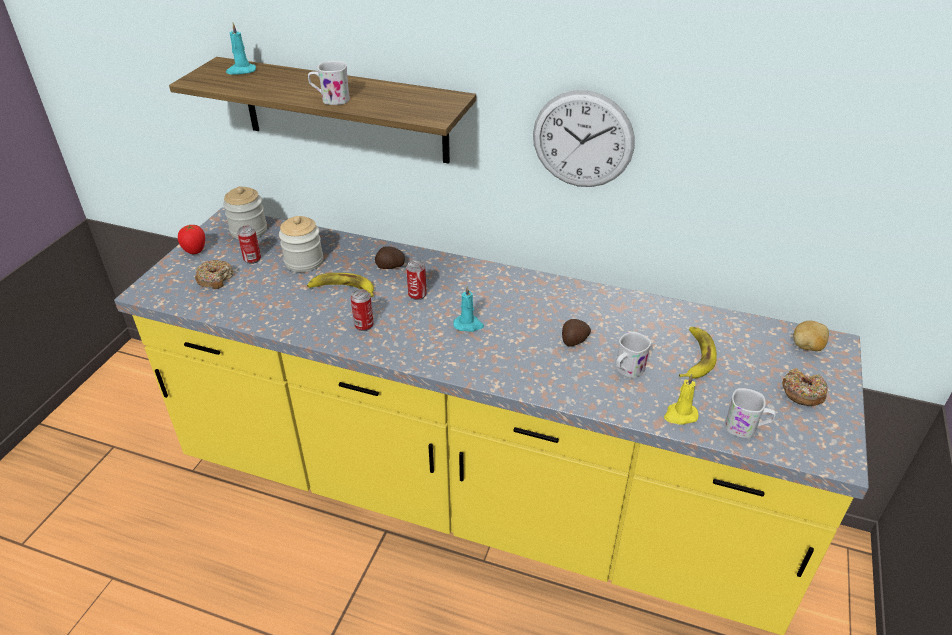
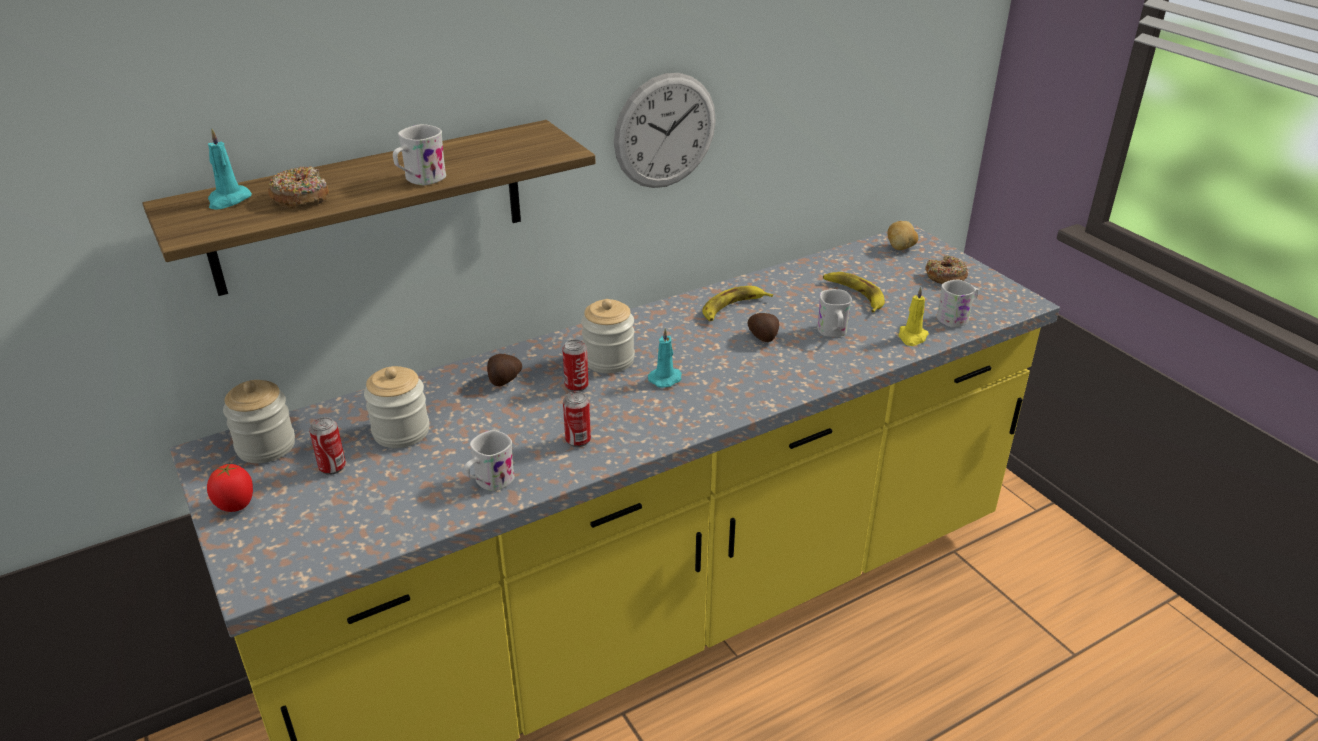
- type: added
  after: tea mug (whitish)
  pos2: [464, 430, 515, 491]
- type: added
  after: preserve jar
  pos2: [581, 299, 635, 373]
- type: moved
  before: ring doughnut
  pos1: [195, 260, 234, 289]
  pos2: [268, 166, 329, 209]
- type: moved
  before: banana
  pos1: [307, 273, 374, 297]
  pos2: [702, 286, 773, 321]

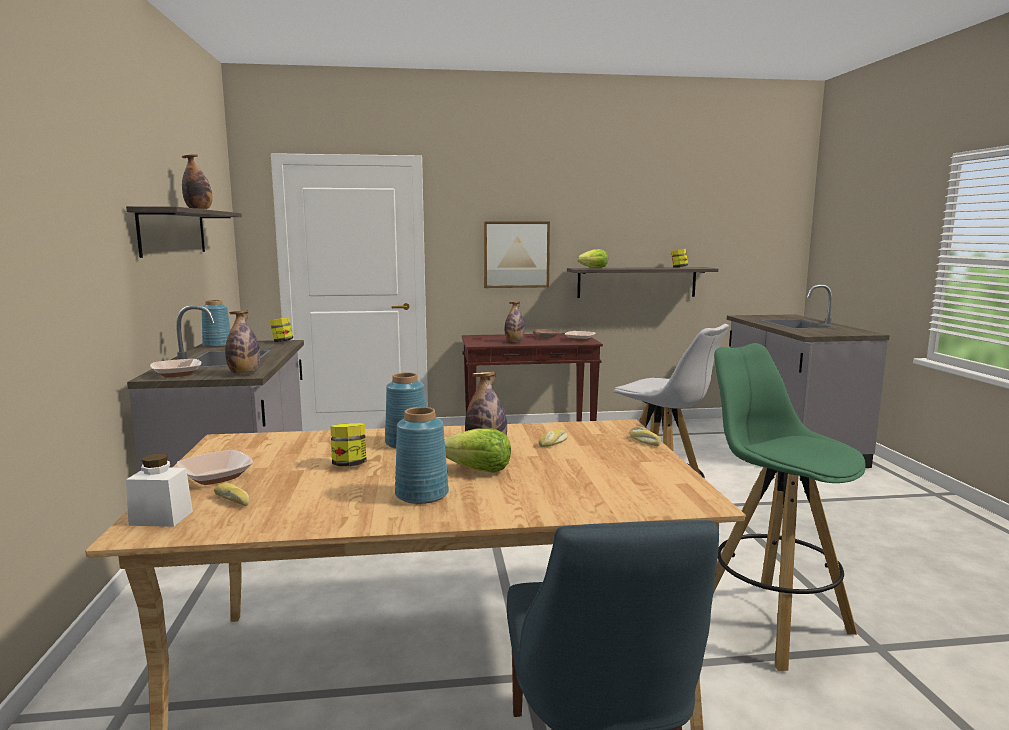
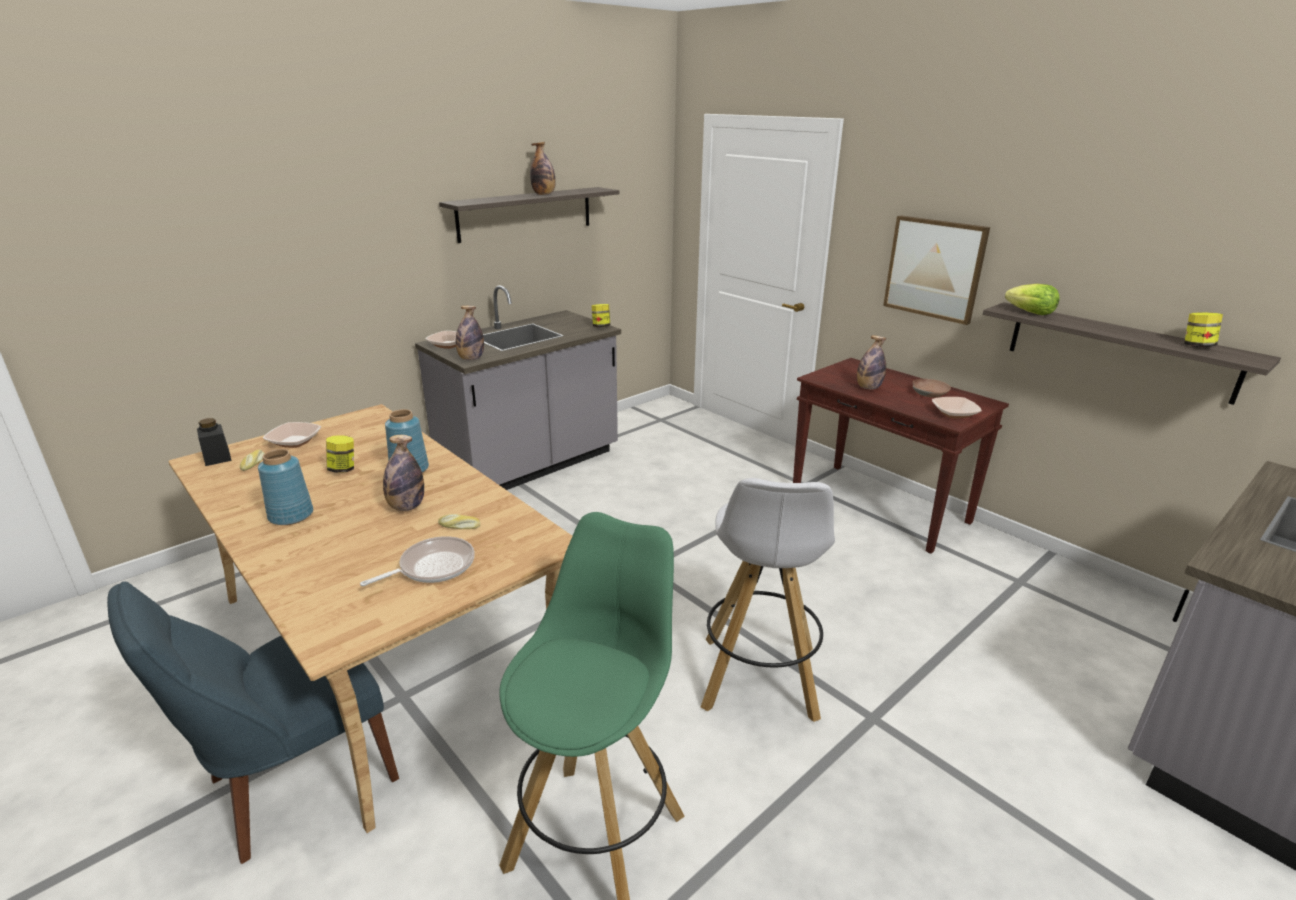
- type: removed
  before: flower vase (blue-coloured)
  pos1: [202, 300, 231, 348]
- type: removed
  before: lettuce head
  pos1: [445, 428, 511, 473]
- type: removed
  before: bread
  pos1: [629, 427, 661, 446]
- type: added
  after: frying pan
  pos2: [360, 536, 475, 586]
- type: recoloured
  before: preserve jar (whitish)
  after: preserve jar (blackish)
  pos1: [126, 453, 193, 527]
  pos2: [197, 418, 232, 466]

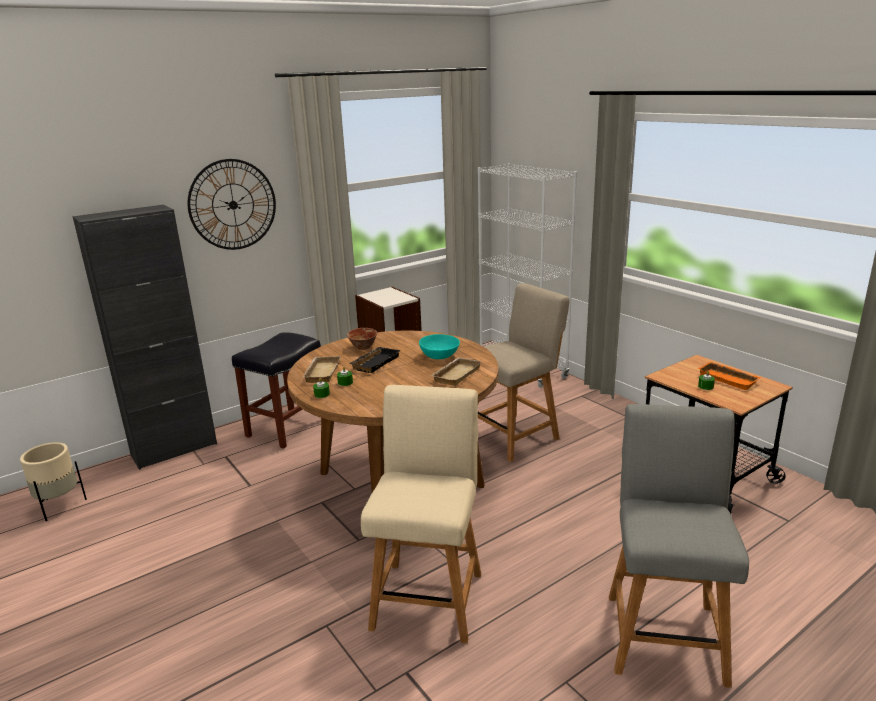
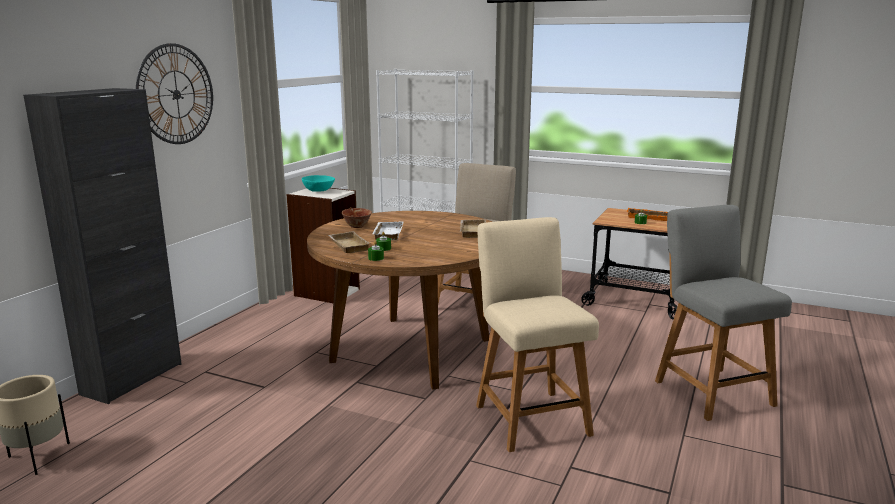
- type: removed
  before: stool seat (blackish)
  pos1: [232, 332, 321, 449]
- type: moved
  before: serving bowl (blue-green)
  pos1: [419, 334, 460, 359]
  pos2: [302, 175, 335, 192]
- type: recoloured
  before: carrying tray (blackish)
  after: carrying tray (whitish)
  pos1: [349, 347, 401, 373]
  pos2: [373, 221, 404, 240]

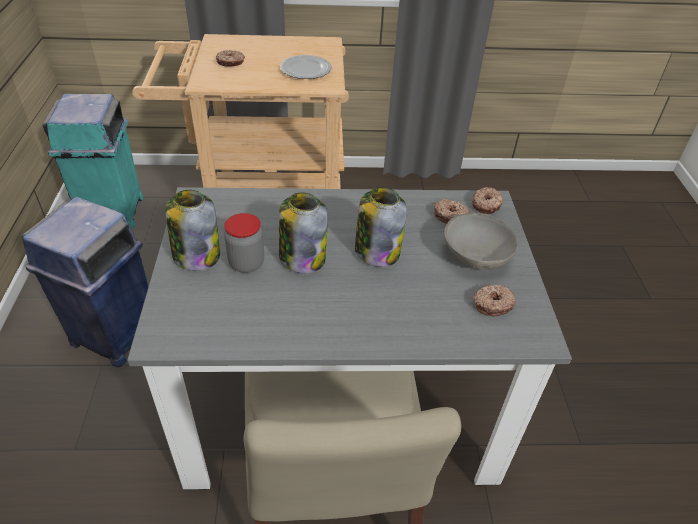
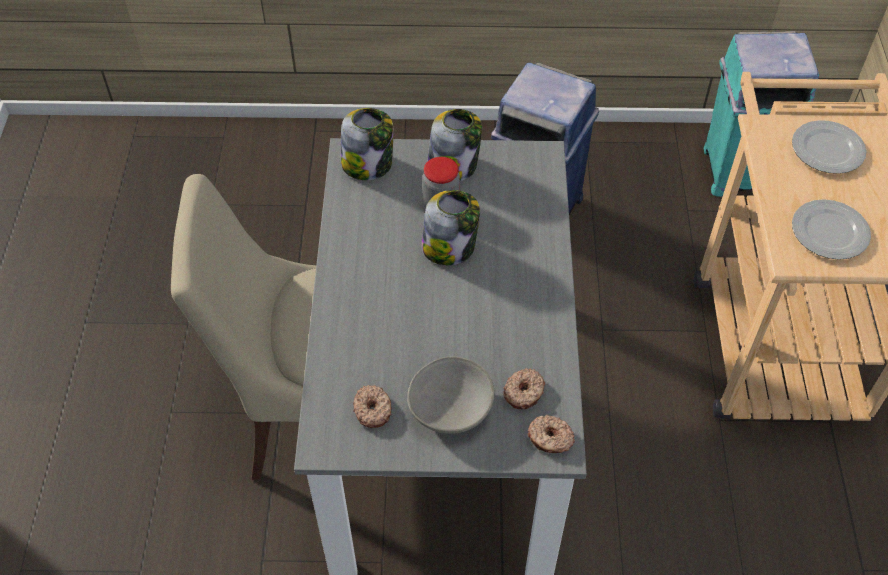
- type: moved
  before: preserve jar
  pos1: [355, 187, 407, 267]
  pos2: [341, 108, 394, 180]
- type: replaced
  before: ring doughnut
  after: flat dish
  pos1: [216, 50, 245, 67]
  pos2: [792, 120, 867, 174]

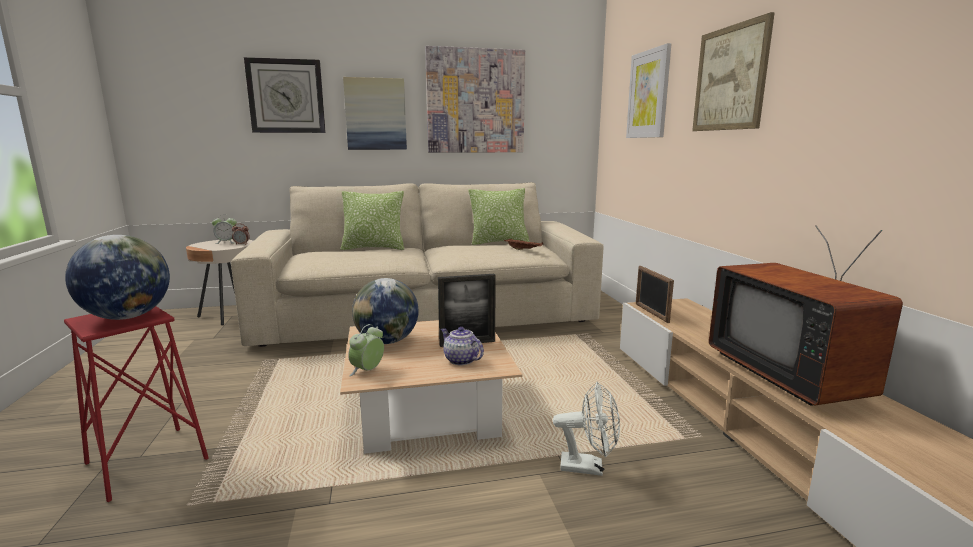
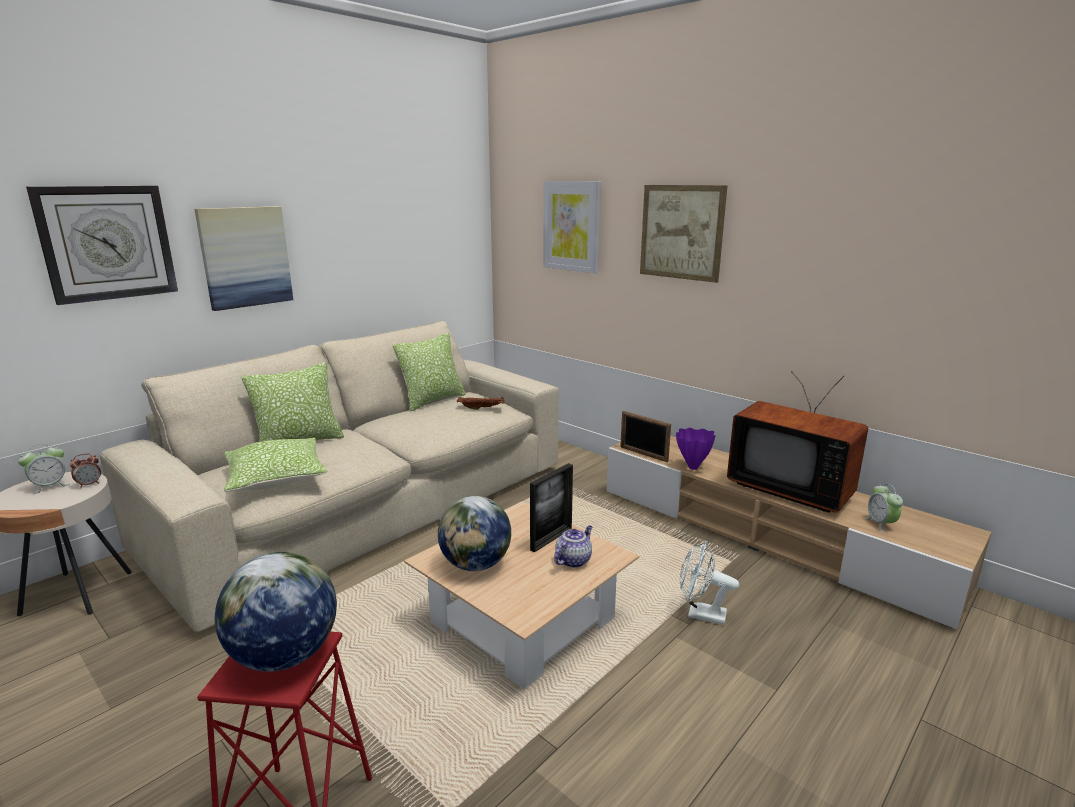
- type: removed
  before: wall art
  pos1: [425, 46, 525, 153]
- type: added
  after: throw pillow
  pos2: [224, 438, 327, 492]
- type: added
  after: flower vase (purple)
  pos2: [676, 428, 715, 470]
- type: moved
  before: table clock
  pos1: [348, 324, 384, 376]
  pos2: [865, 484, 903, 532]
- type: turned
  before: teapot
  pos1: [441, 327, 484, 365]
  pos2: [554, 526, 592, 568]
  turn: 120
- type: turned
  before: cooling fan (whitish)
  pos1: [553, 382, 620, 476]
  pos2: [680, 541, 739, 625]
  turn: -135

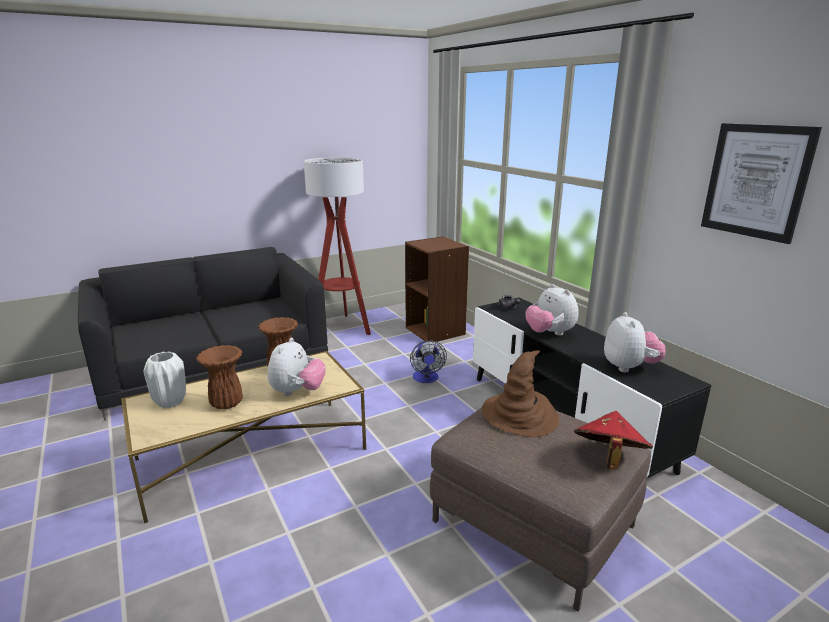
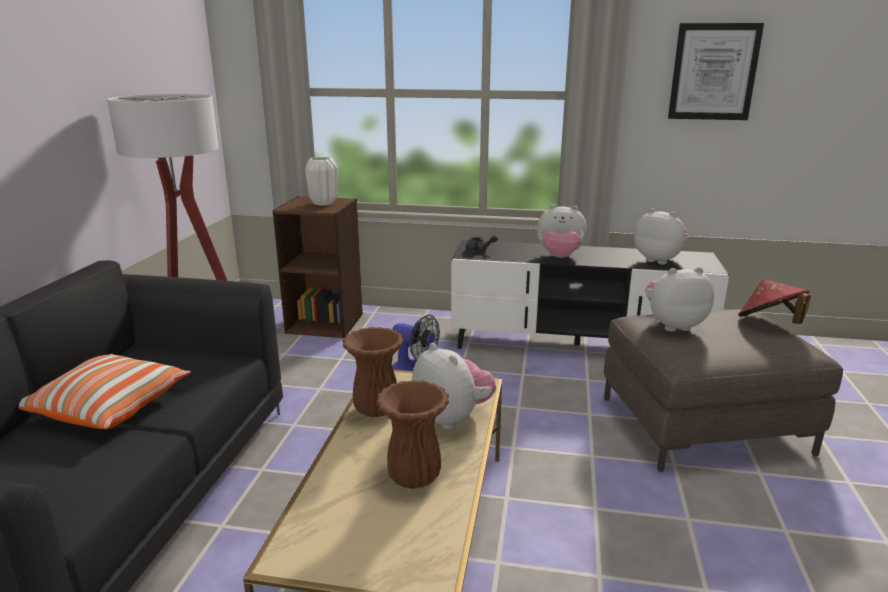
- type: added
  after: throw pillow
  pos2: [19, 354, 191, 429]
- type: moved
  before: flower vase (whitish)
  pos1: [143, 352, 186, 408]
  pos2: [305, 157, 338, 206]
- type: replaced
  before: clothing hat (brown)
  after: plush toy
  pos1: [481, 350, 559, 437]
  pos2: [646, 267, 714, 332]

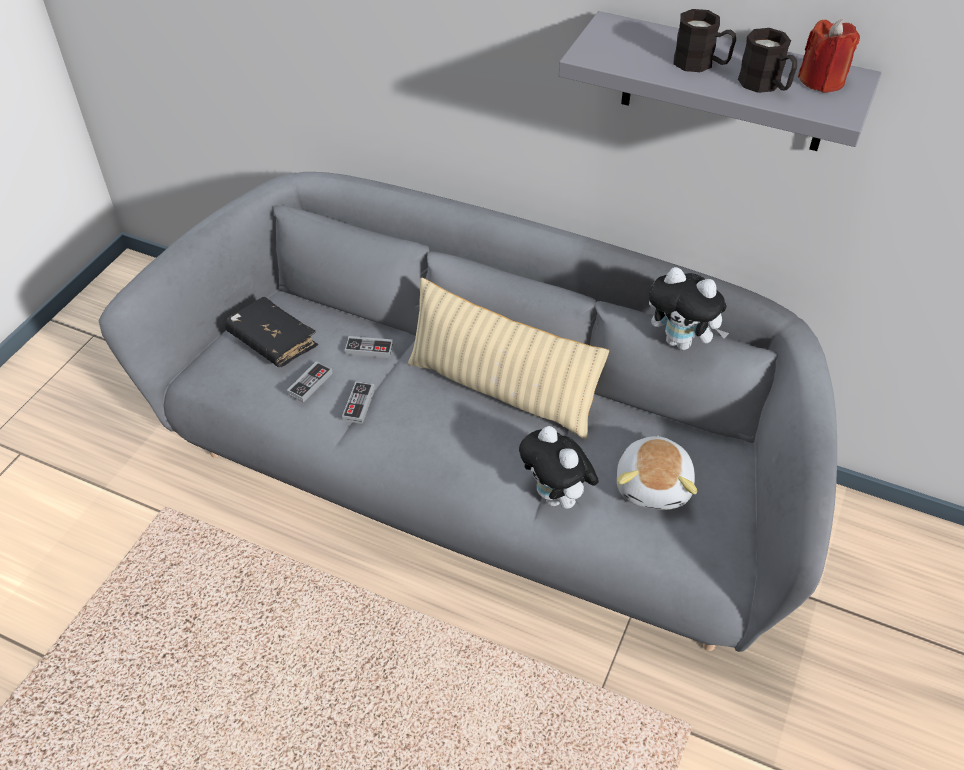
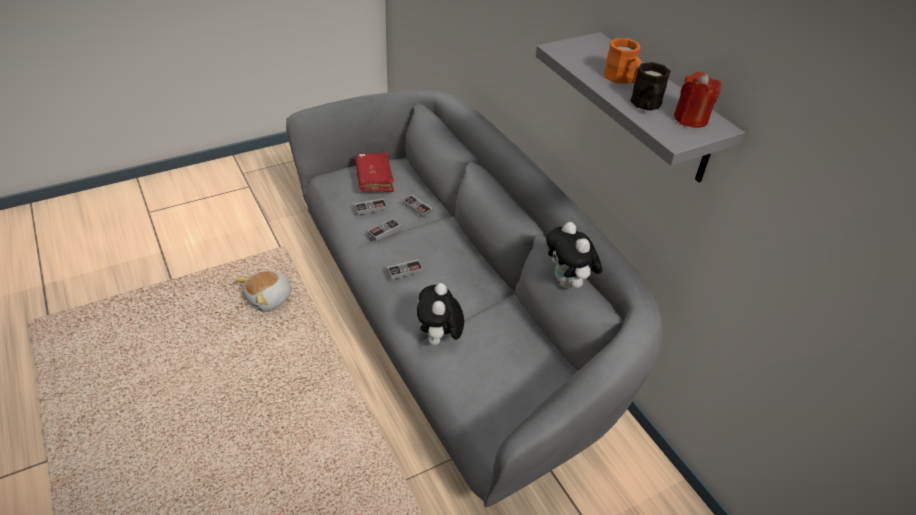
- type: removed
  before: throw pillow (beige-coloured)
  pos1: [408, 278, 609, 439]
- type: added
  after: game controller
  pos2: [387, 259, 423, 280]
- type: moved
  before: plush toy
  pos1: [617, 436, 697, 510]
  pos2: [236, 271, 292, 312]
- type: recoloured
  before: volume (blackish)
  after: volume (red)
  pos1: [225, 297, 318, 367]
  pos2: [355, 153, 394, 192]
- type: recoloured
  before: tea mug (blackish)
  after: tea mug (orangey)
  pos1: [673, 9, 736, 72]
  pos2: [604, 38, 641, 84]

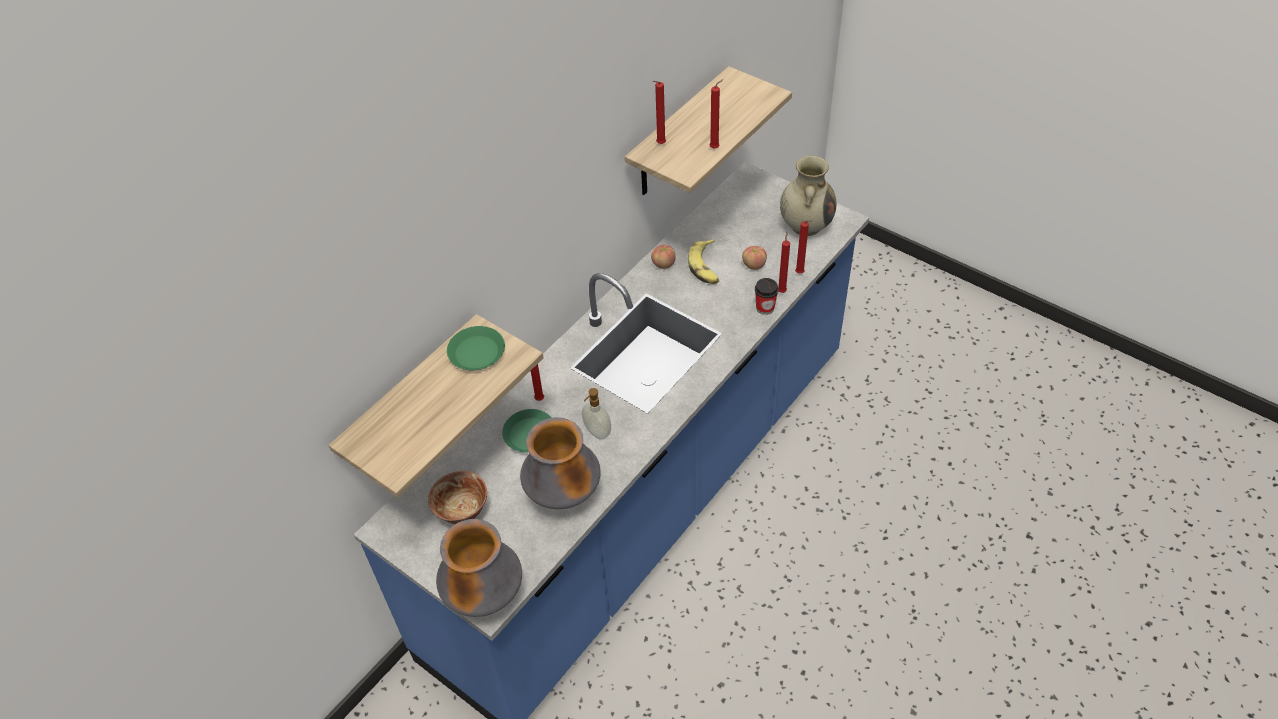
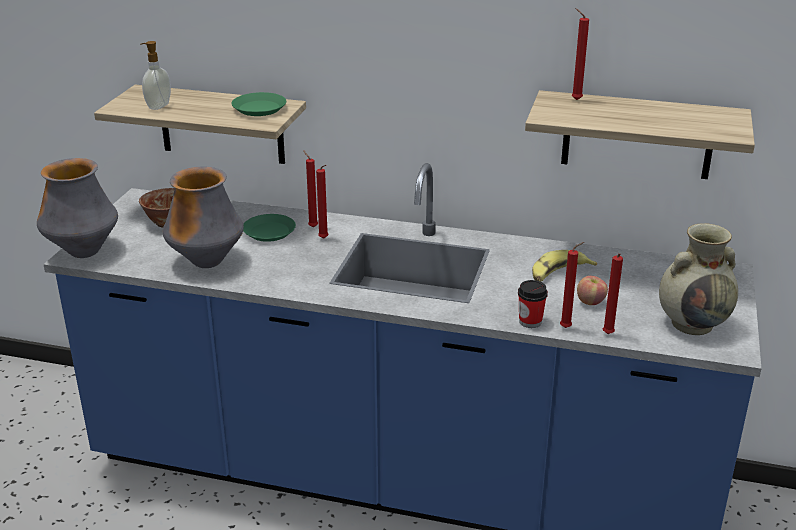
- type: removed
  before: whole apple
  pos1: [651, 245, 676, 269]
- type: moved
  before: soap bottle
  pos1: [582, 388, 611, 440]
  pos2: [140, 41, 171, 110]
- type: moved
  before: wax light (red)
  pos1: [709, 79, 724, 149]
  pos2: [316, 165, 329, 239]

